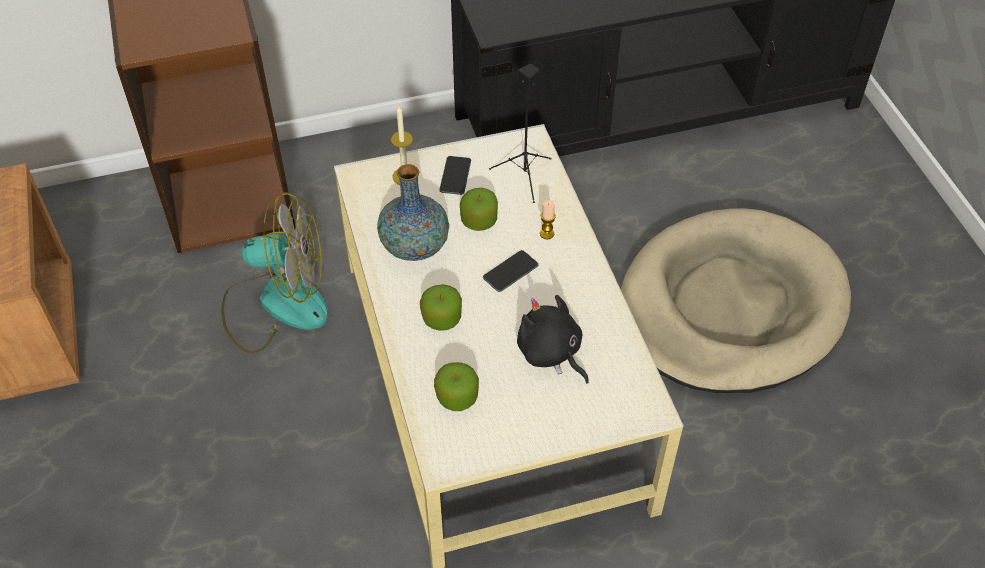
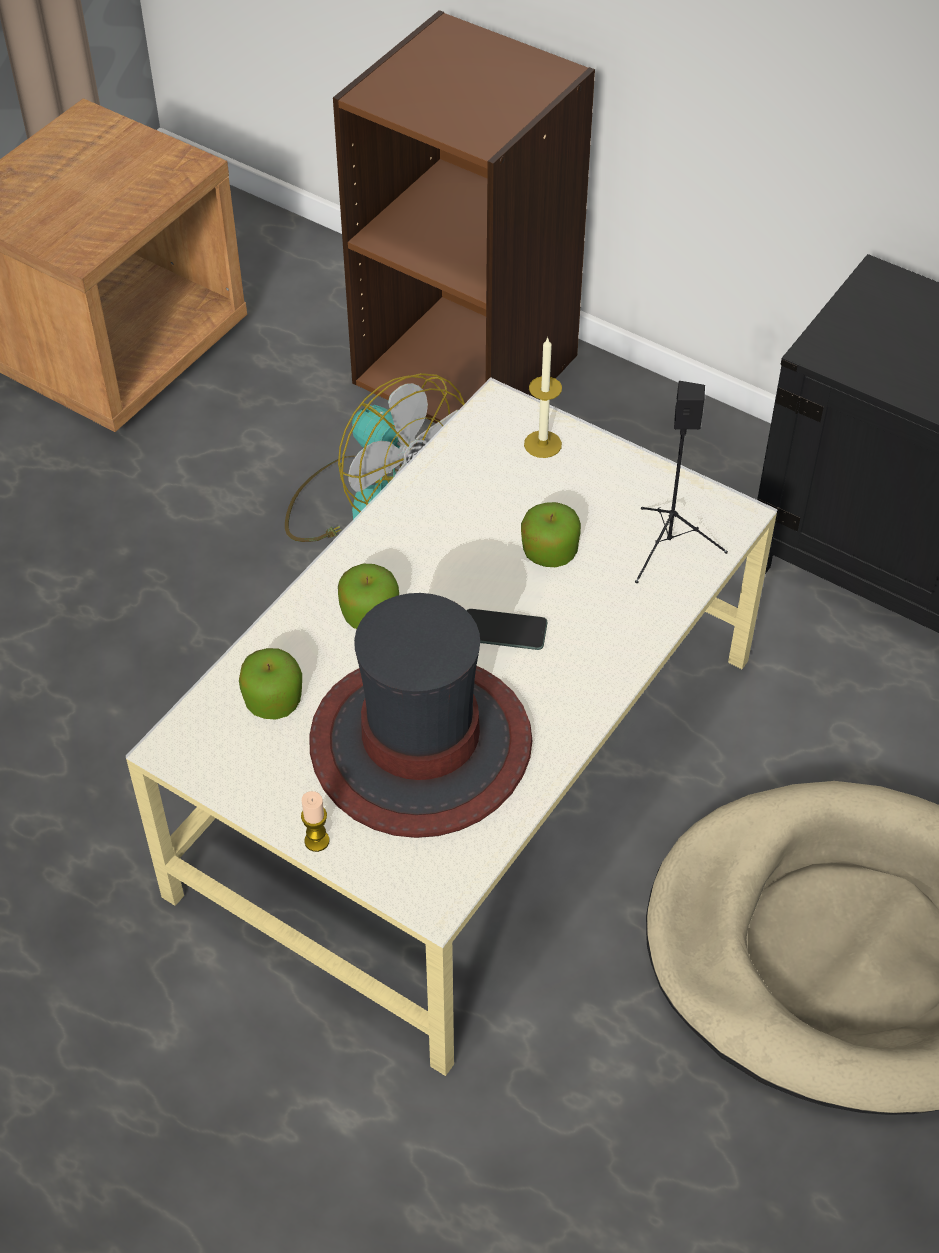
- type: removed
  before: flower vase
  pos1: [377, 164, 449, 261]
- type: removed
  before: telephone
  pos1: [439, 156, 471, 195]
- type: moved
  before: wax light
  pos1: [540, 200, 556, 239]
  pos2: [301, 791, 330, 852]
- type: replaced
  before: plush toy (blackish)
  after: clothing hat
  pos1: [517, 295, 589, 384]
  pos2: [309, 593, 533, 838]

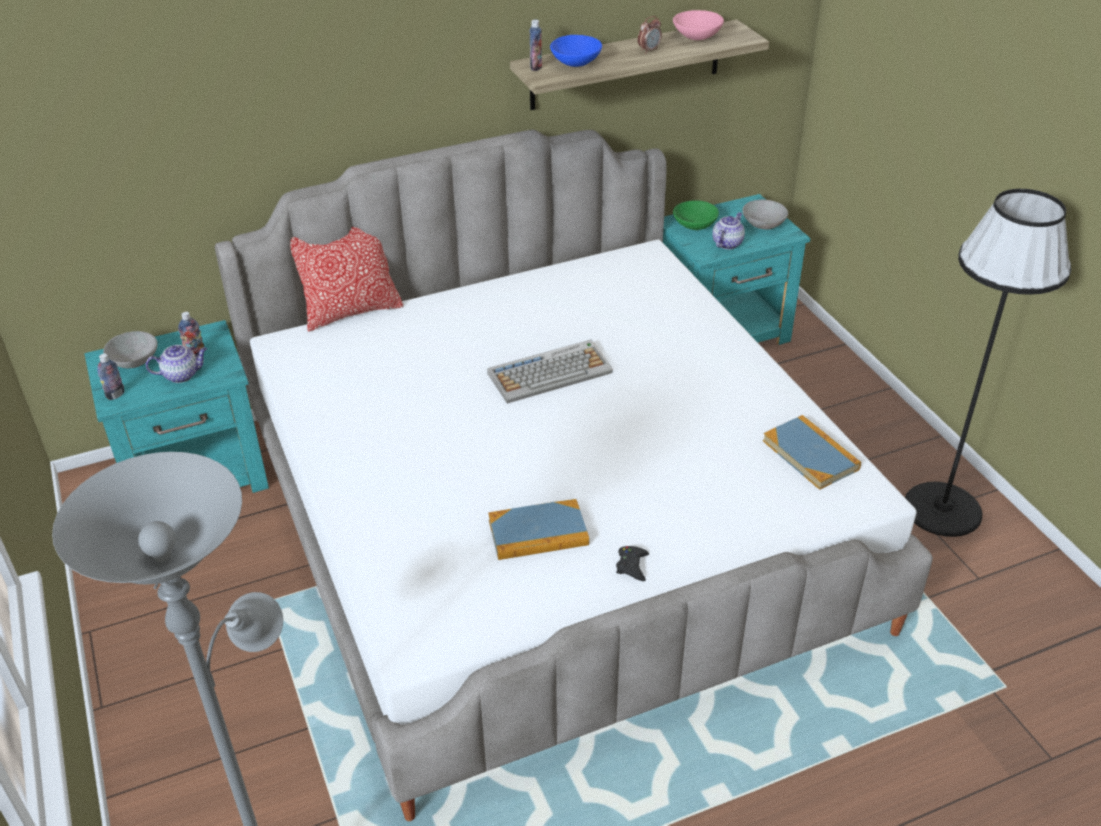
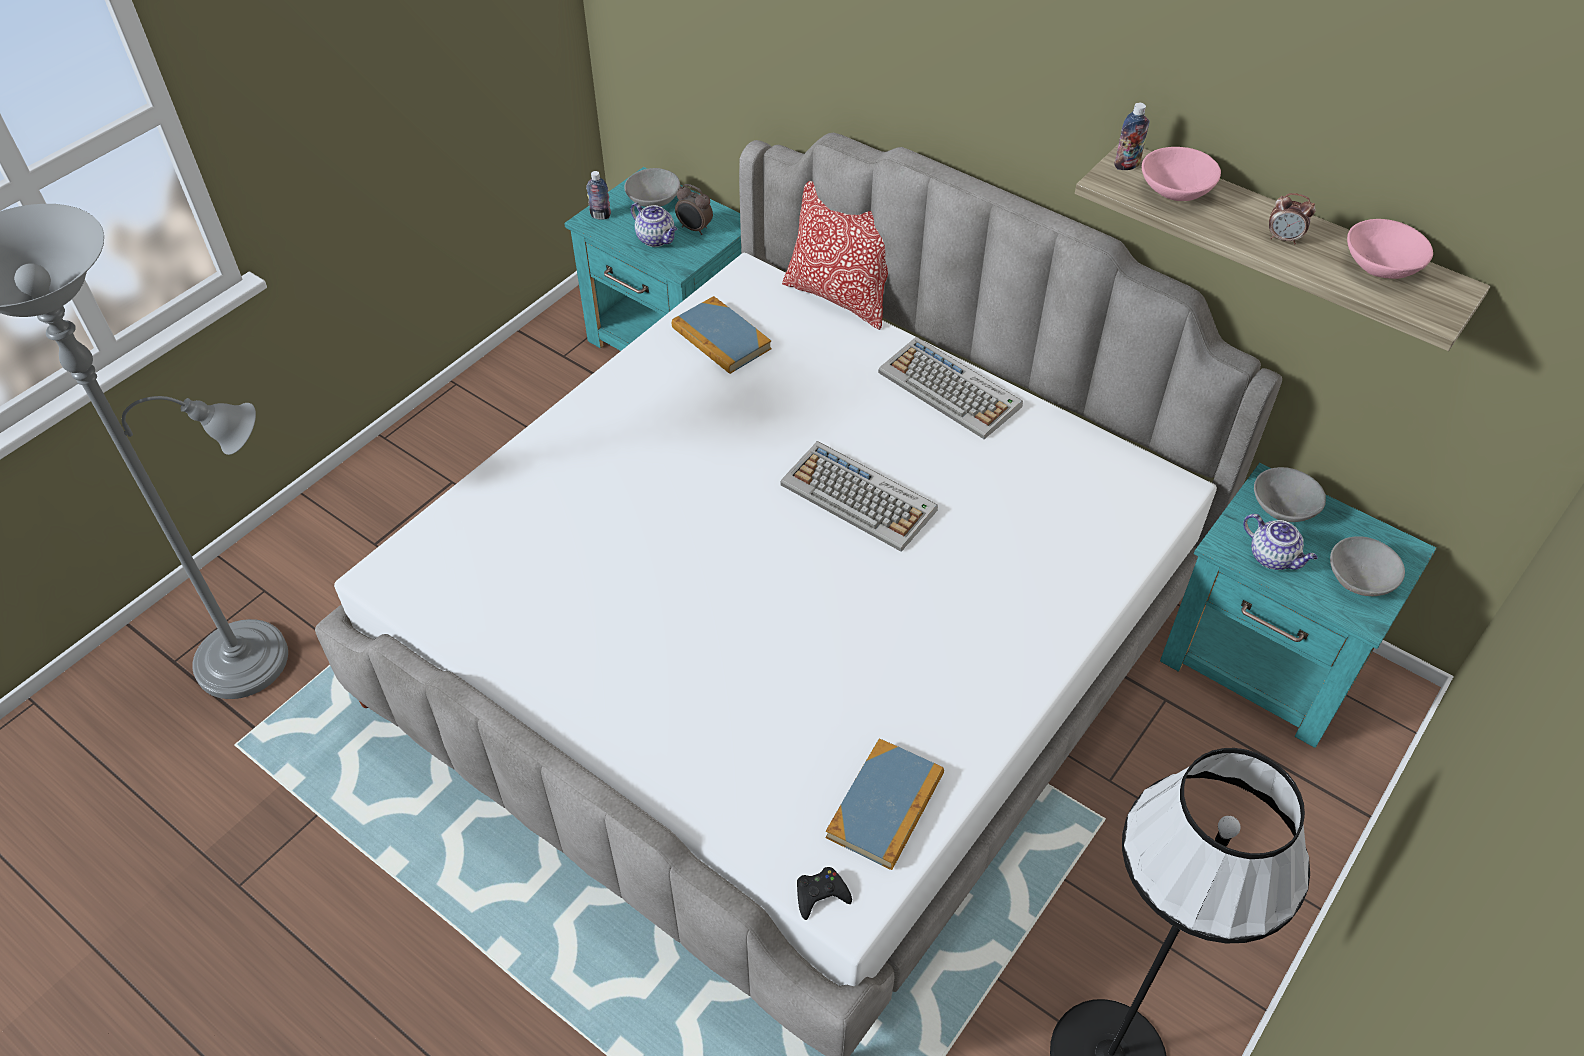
- type: added
  after: computer keyboard
  pos2: [878, 337, 1023, 439]
- type: moved
  before: volume
  pos1: [488, 499, 589, 560]
  pos2: [672, 296, 771, 374]
- type: moved
  before: game controller (blackish)
  pos1: [616, 546, 649, 581]
  pos2: [797, 867, 852, 920]
- type: replaced
  before: bottle
  after: table clock
  pos1: [178, 312, 204, 355]
  pos2: [675, 184, 713, 235]
- type: recoloured
  before: serving bowl (blue-coloured)
  after: serving bowl (pink)
  pos1: [550, 35, 602, 67]
  pos2: [1142, 147, 1221, 201]
- type: recoloured
  before: serving bowl (greenish)
  after: serving bowl (greyish)
  pos1: [673, 200, 719, 230]
  pos2: [1254, 467, 1326, 522]
- type: turned
  before: teapot
  pos1: [712, 212, 745, 250]
  pos2: [1243, 514, 1318, 570]
  turn: 45

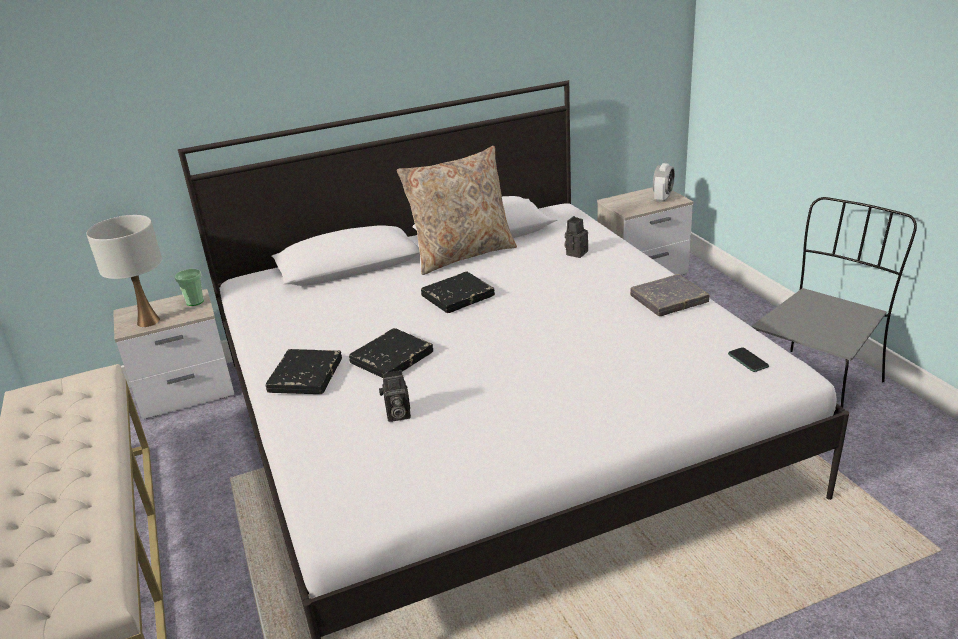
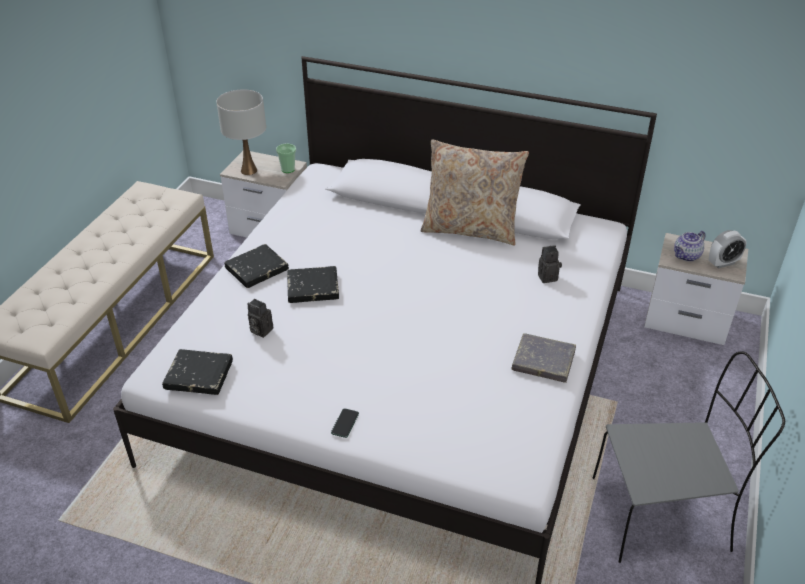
- type: added
  after: teapot
  pos2: [674, 231, 706, 262]
- type: moved
  before: volume (blackish)
  pos1: [421, 271, 495, 313]
  pos2: [162, 349, 233, 395]
- type: moved
  before: telephone
  pos1: [728, 347, 769, 372]
  pos2: [331, 408, 359, 438]

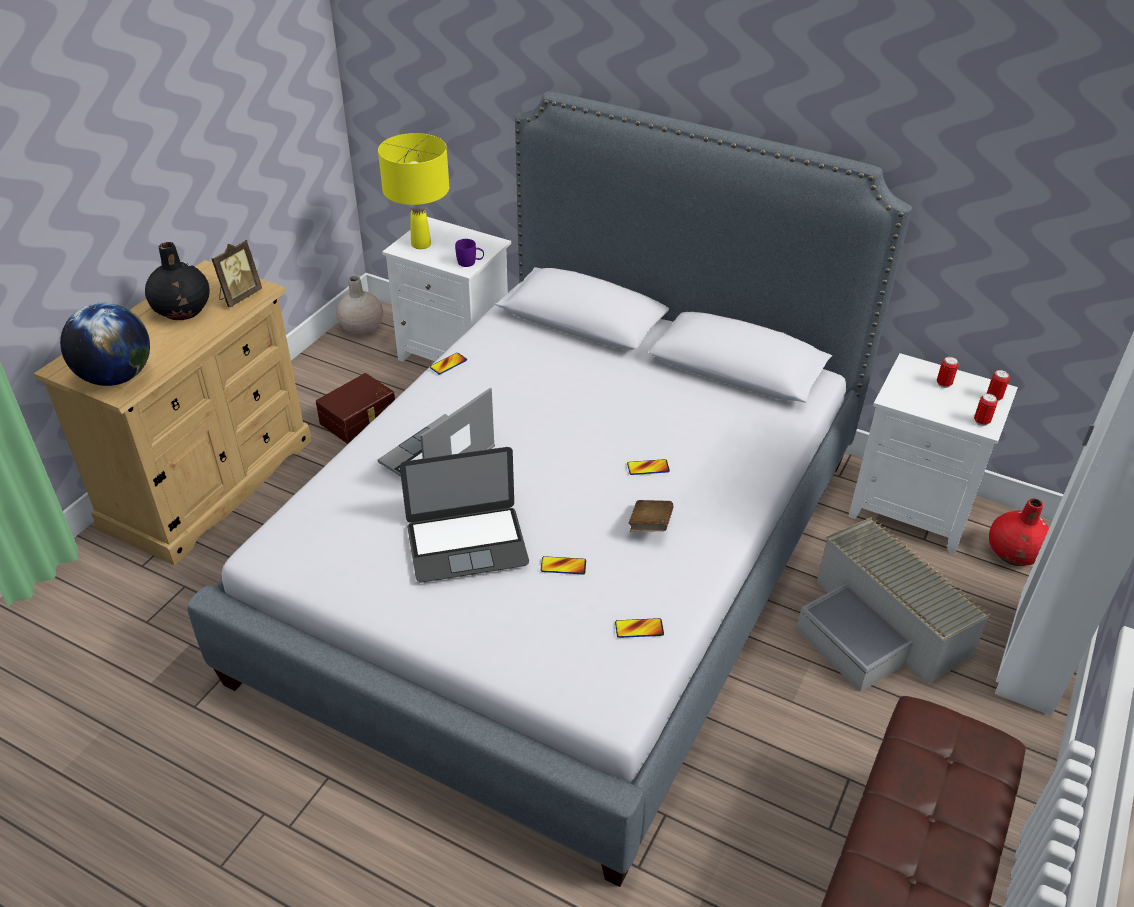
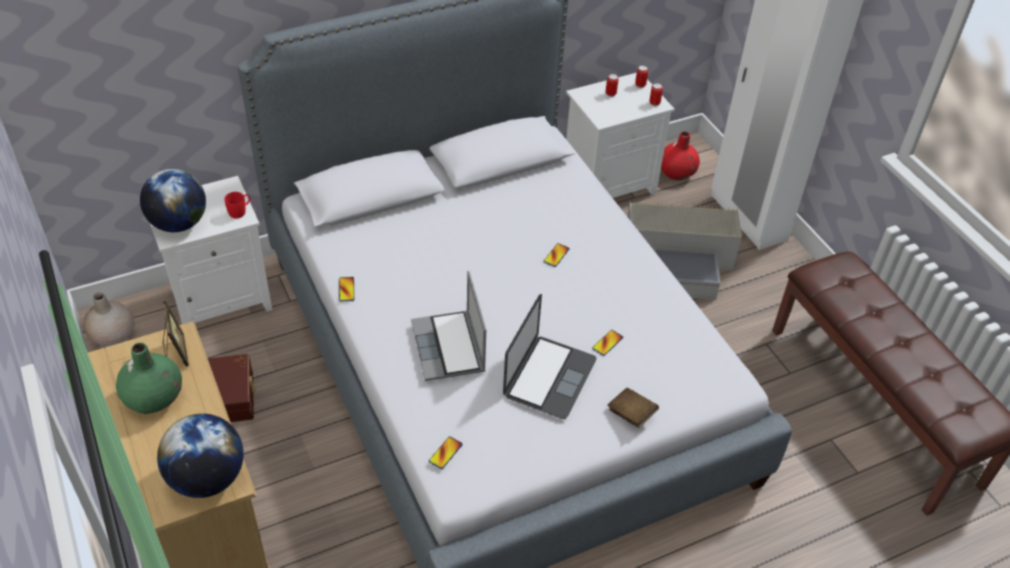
- type: moved
  before: telephone
  pos1: [615, 618, 664, 638]
  pos2: [429, 436, 463, 469]
- type: moved
  before: volume (brown)
  pos1: [629, 500, 673, 532]
  pos2: [607, 388, 659, 428]
- type: replaced
  before: tabletop lamp (yellow-coloured)
  after: world globe
  pos1: [378, 133, 449, 249]
  pos2: [140, 169, 206, 232]
- type: recoloured
  before: flower vase (blackish)
  after: flower vase (greenish)
  pos1: [145, 242, 210, 320]
  pos2: [116, 343, 182, 414]
- type: recoloured
  before: tea mug (purple)
  after: tea mug (red)
  pos1: [455, 239, 484, 267]
  pos2: [224, 192, 250, 218]

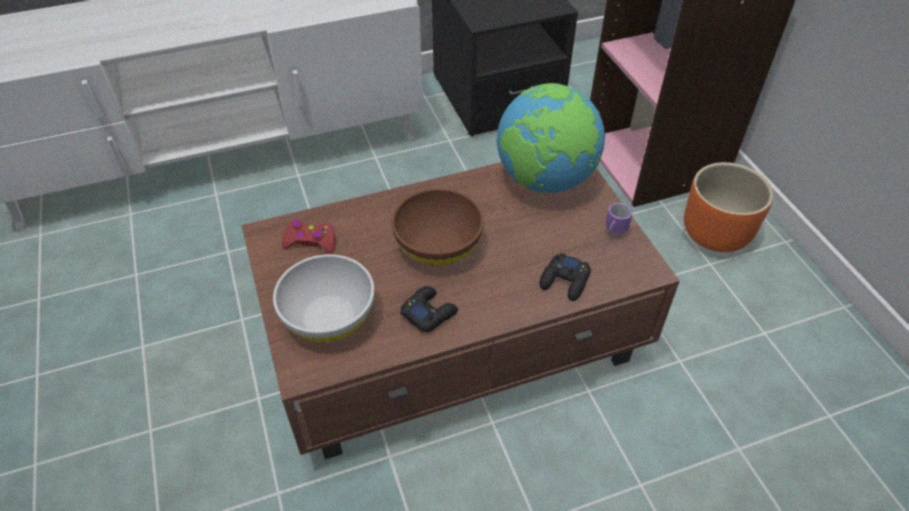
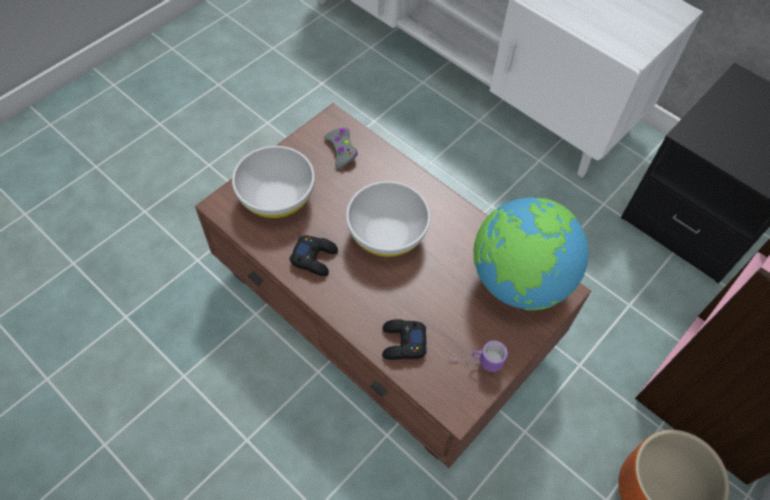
- type: recoloured
  before: game controller (red)
  after: game controller (greyish)
  pos1: [282, 220, 335, 253]
  pos2: [324, 128, 358, 169]
- type: recoloured
  before: serving bowl (brown)
  after: serving bowl (whitish)
  pos1: [391, 188, 484, 266]
  pos2: [346, 181, 430, 257]

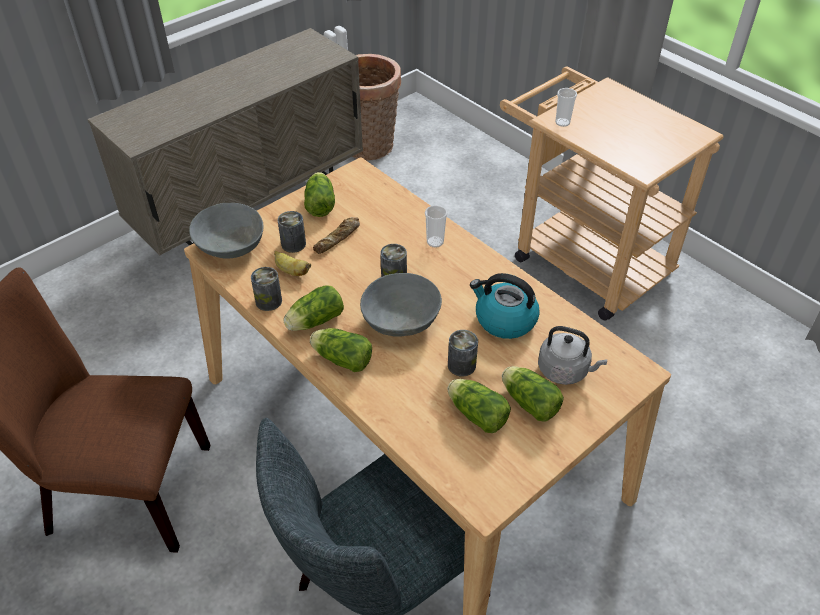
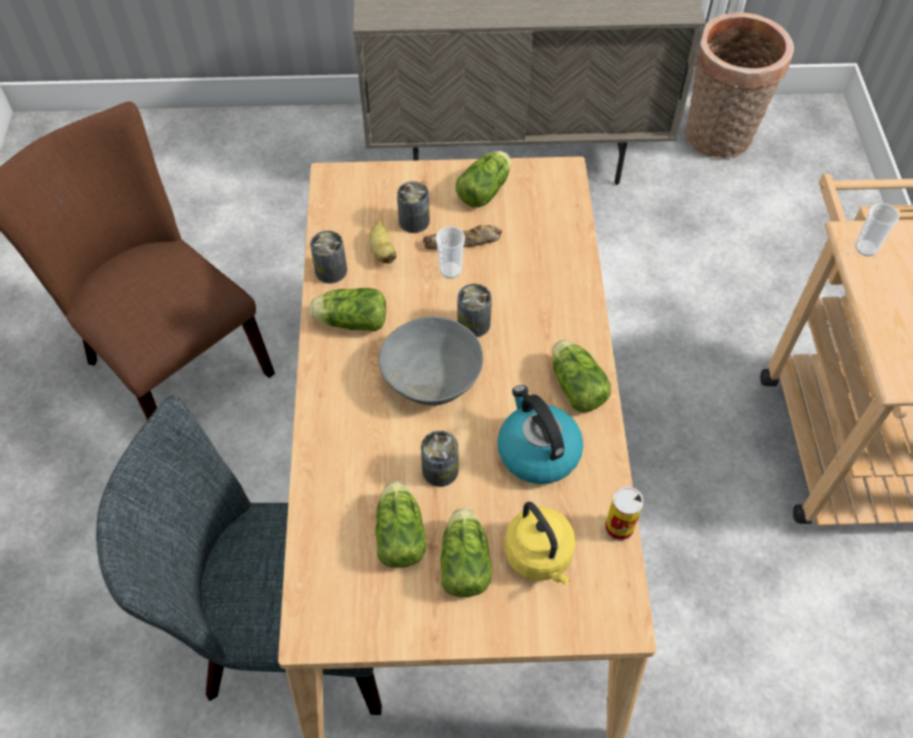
- type: removed
  before: serving bowl (greyish)
  pos1: [189, 203, 264, 258]
- type: added
  after: metal can
  pos2: [605, 486, 644, 541]
- type: moved
  before: lettuce head
  pos1: [310, 328, 372, 372]
  pos2: [552, 340, 611, 413]
- type: moved
  before: drinking cup
  pos1: [425, 205, 448, 248]
  pos2: [436, 226, 465, 279]
- type: recoloured
  before: water kettle (greyish)
  after: water kettle (yellow-coloured)
  pos1: [538, 326, 607, 385]
  pos2: [505, 502, 576, 586]

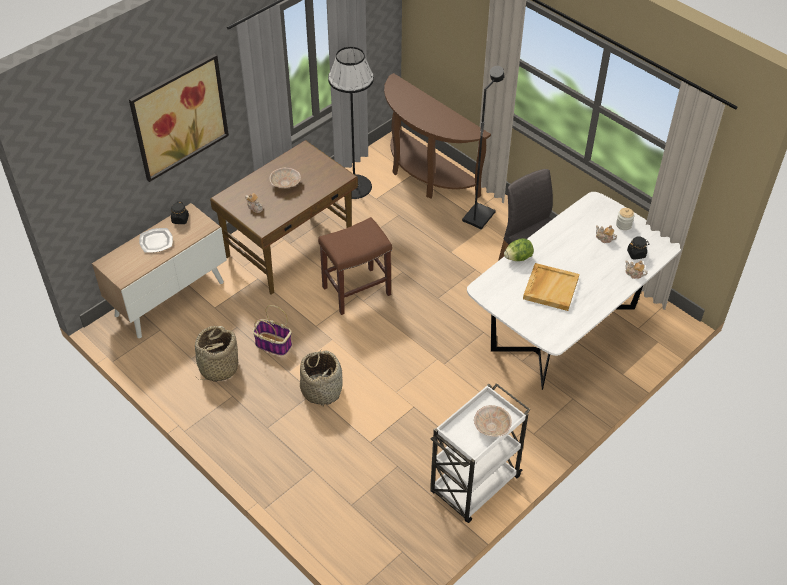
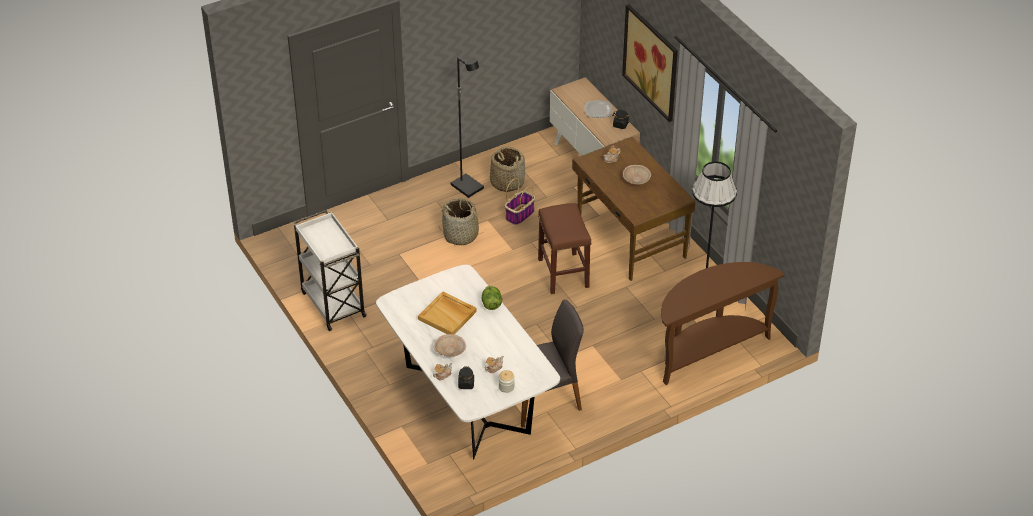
- type: moved
  before: standing lamp (blackish)
  pos1: [462, 66, 505, 229]
  pos2: [451, 57, 484, 198]
- type: moved
  before: serving bowl (beige-coloured)
  pos1: [474, 405, 512, 437]
  pos2: [434, 334, 466, 357]

